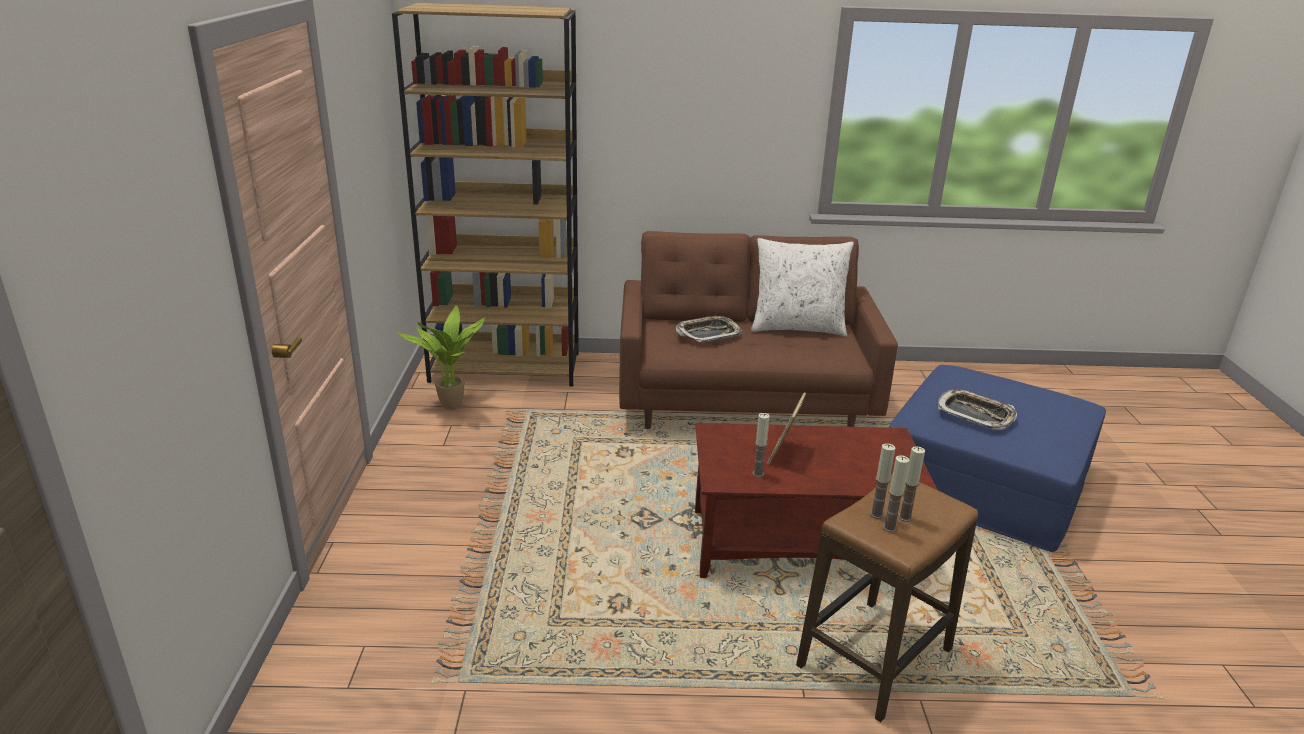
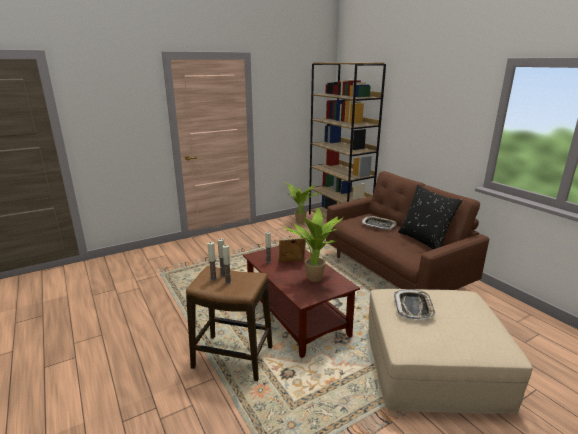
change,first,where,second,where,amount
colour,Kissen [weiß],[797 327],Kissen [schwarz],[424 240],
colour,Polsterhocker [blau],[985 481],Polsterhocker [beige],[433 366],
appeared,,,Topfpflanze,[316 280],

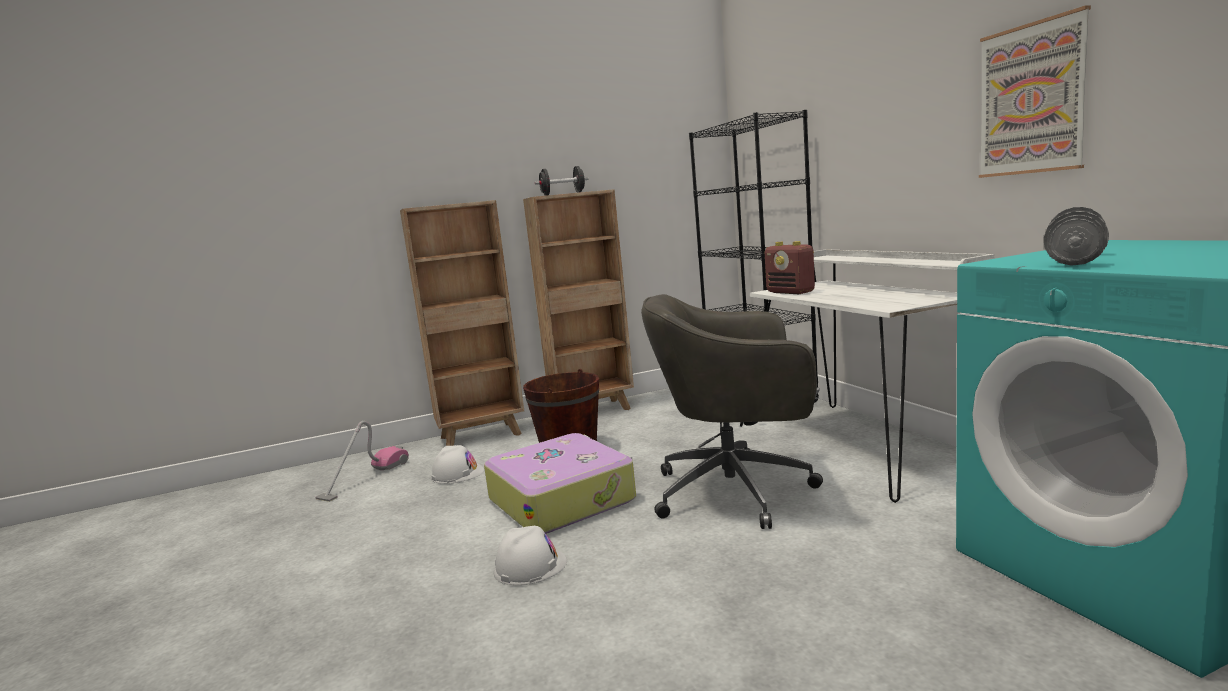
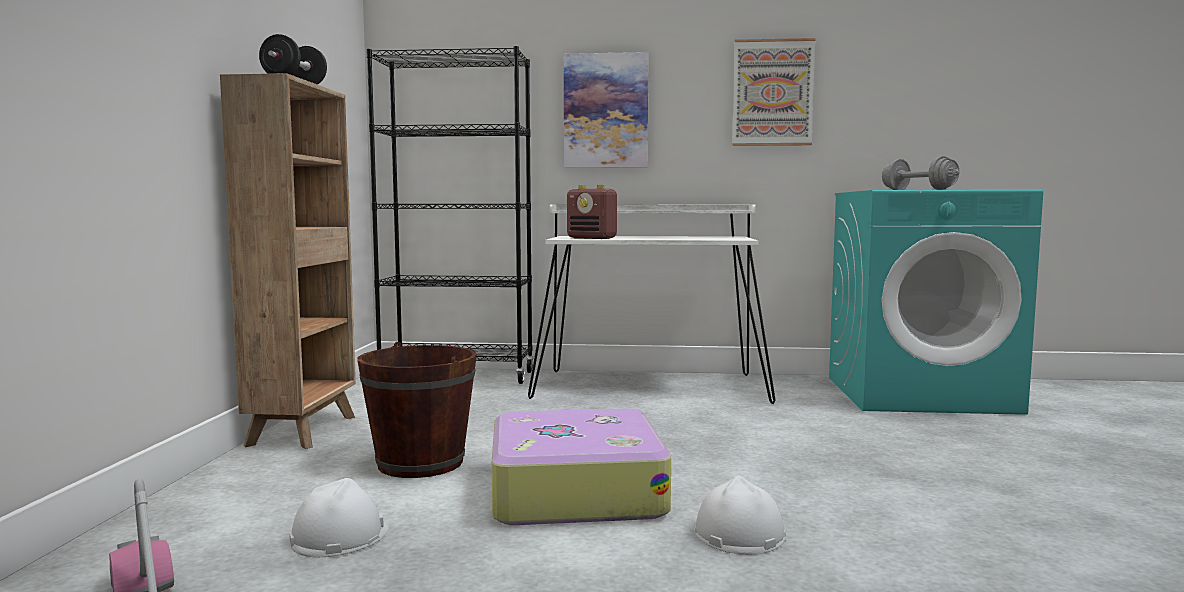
change,first,where,second,where,amount
missing,Bücherregal [braun],[482 436],,,
spun,Radio,[791 292],,[592 238],45 degrees clockwise
missing,Bürostuhl [grau],[737 491],,,
appeared,,,Bild,[606 111],

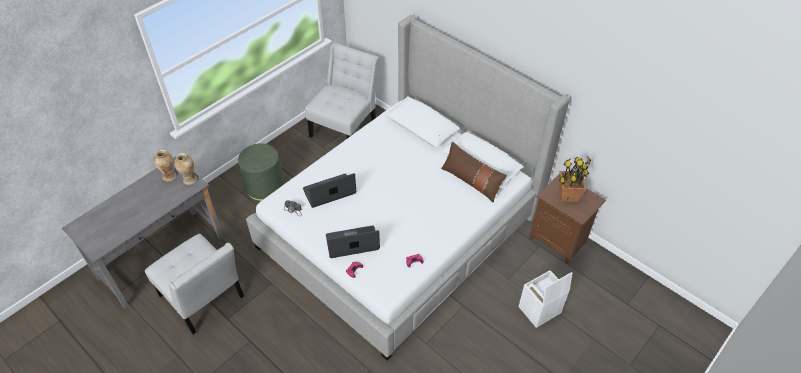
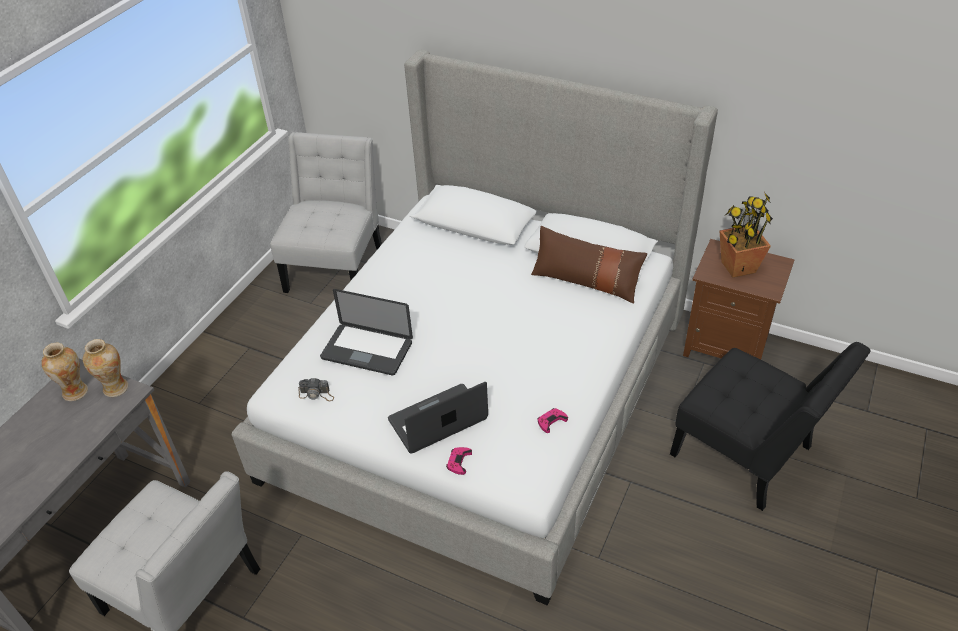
change,first,where,second,where,amount
missing,Polsterhocker [grün],[265 187],,,
spun,Laptop,[329 191],,[367 350],120 degrees counterclockwise
exchanged,Aufbewahrungsbox [weiß],[539 310],Stuhl [schwarz],[748 456],

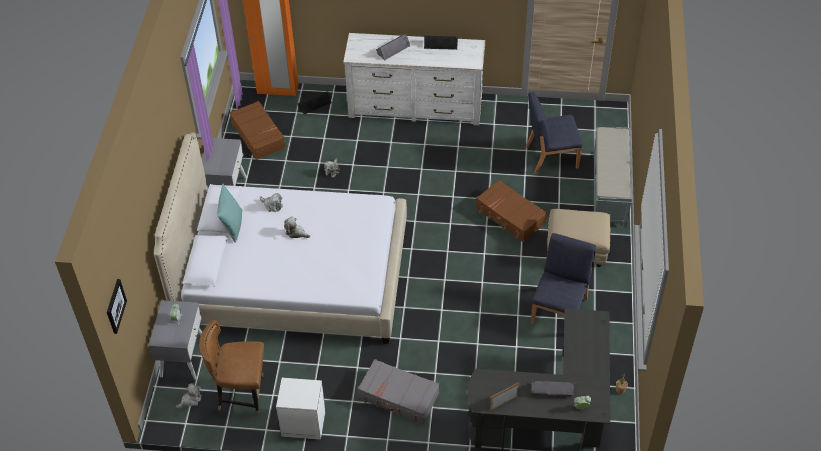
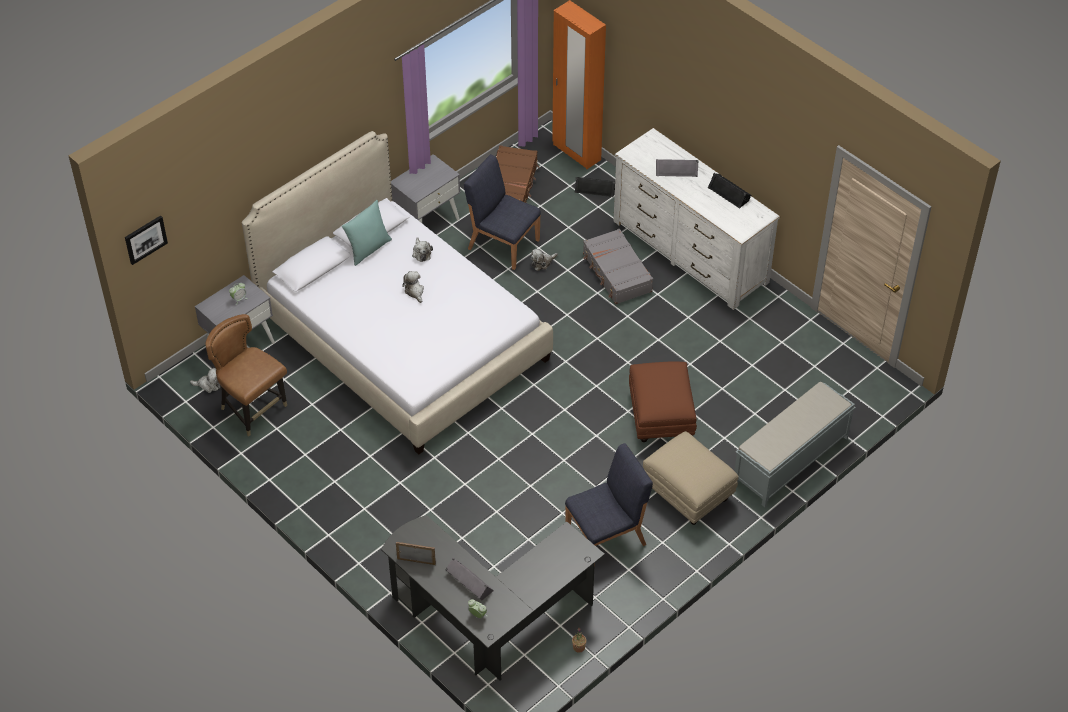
change,first,where,second,where,amount
relocated,Stuhl [blau],[551 157],,[503 243],
exchanged,Koffer [braun],[510 216],Polsterhocker [braun],[661 418],
relocated,Koffer [grau],[398 397],,[616 273],
missing,Nachttisch [weiß],[302 423],,,

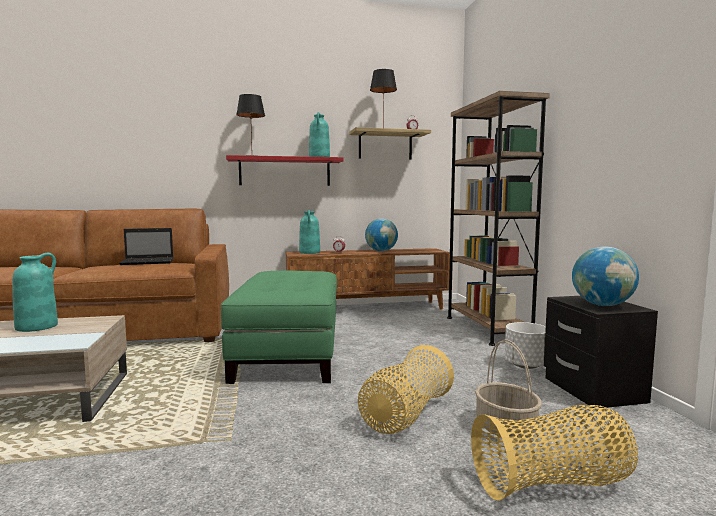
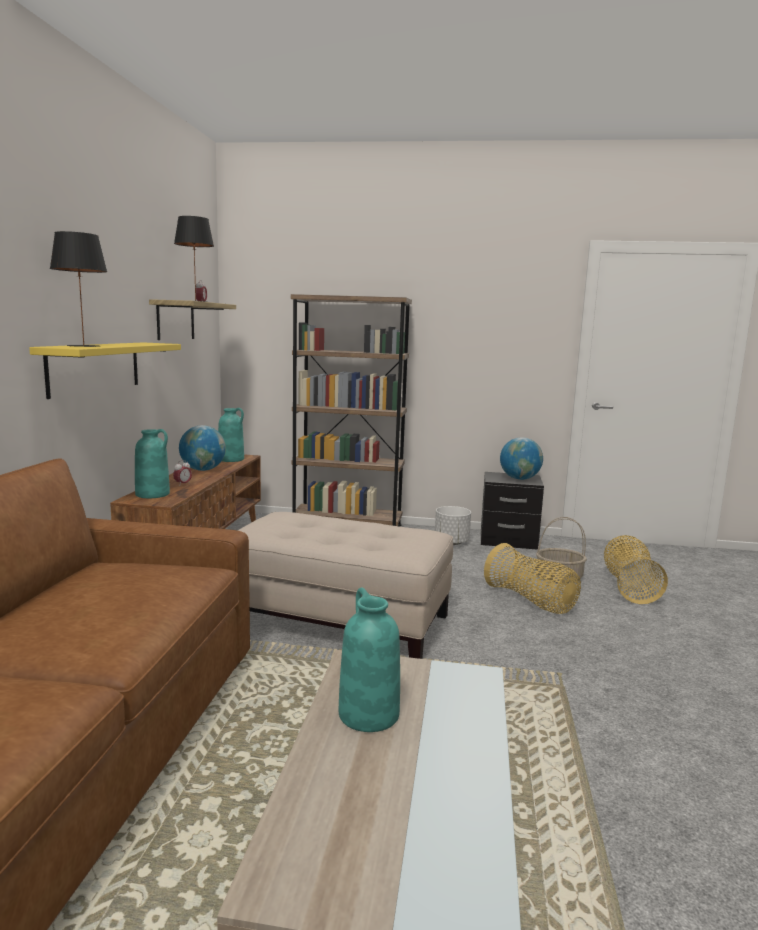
change,first,where,second,where,amount
relocated,Vase [türkis],[319 157],,[231 459],
colour,Wandregal [rot],[285 172],Wandregal [gelb],[95 367],
missing,Laptop,[149 262],,,
colour,Polsterhocker [grün],[290 352],Polsterhocker [beige],[337 620],

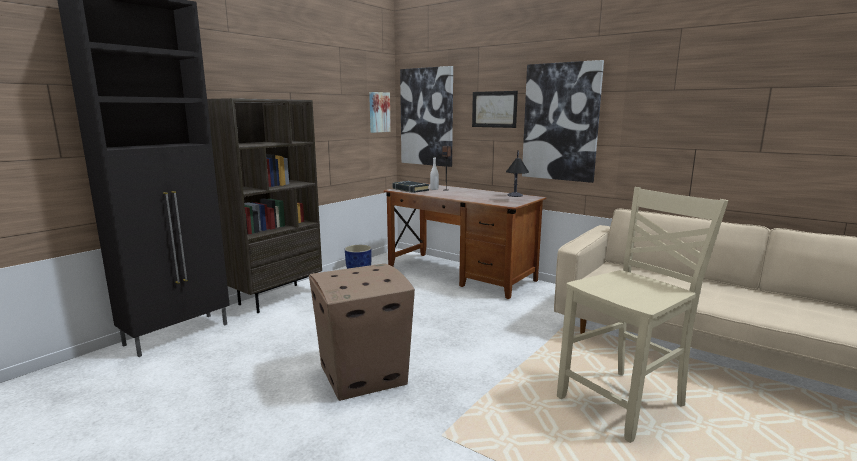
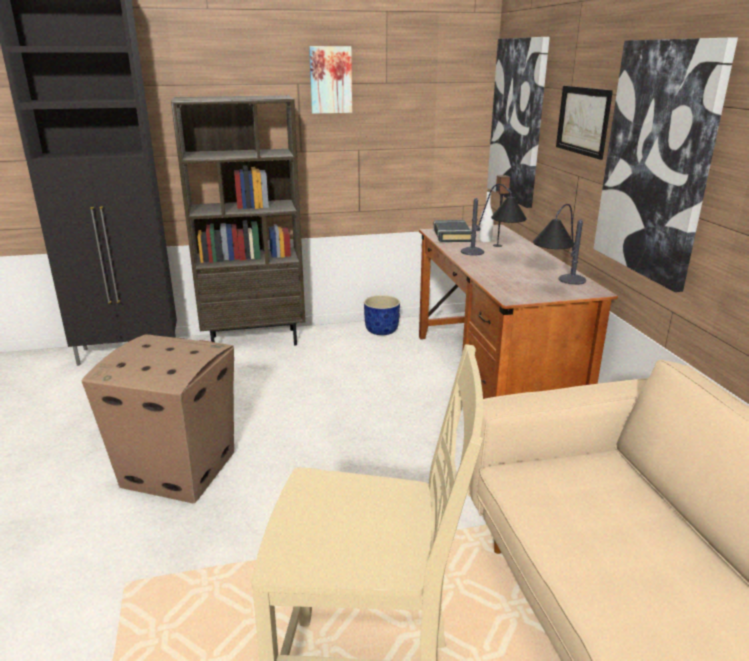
change,first,where,second,where,amount
relocated,Bild,[378 112],,[330 80],
appeared,,,Tischlampe,[492 257],

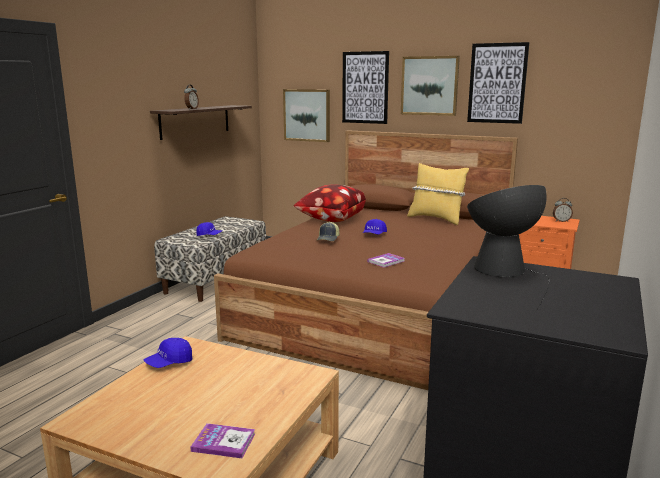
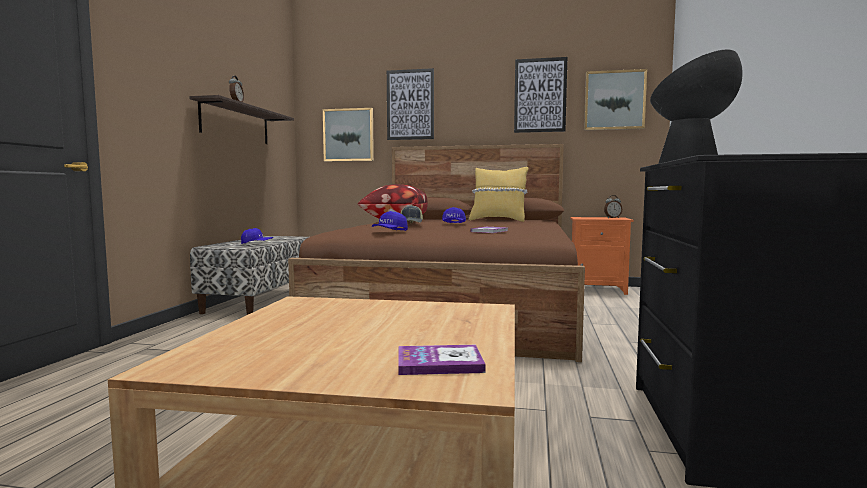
change,first,where,second,where,amount
relocated,Bild,[429 86],,[614 100],
relocated,Kappe [blau],[169 363],,[390 231],

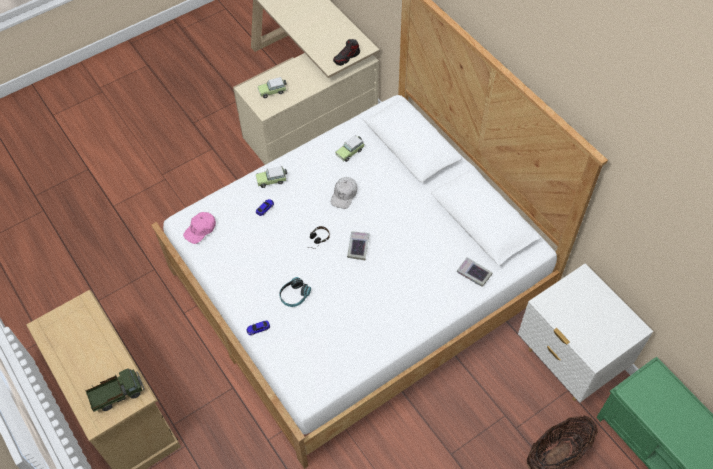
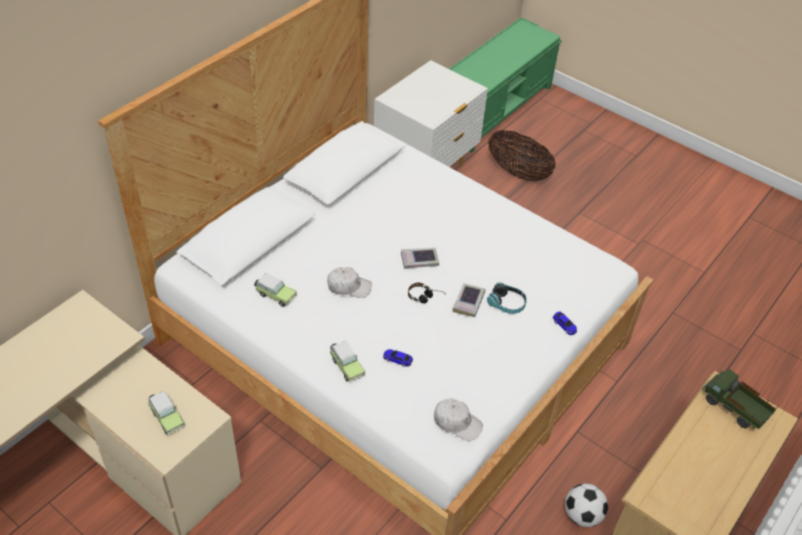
change,first,where,second,where,amount
missing,Schuh,[346 57],,,
colour,Kappe [rosa],[200 230],Kappe [weiß],[457 422],
relocated,Buch,[474 273],,[468 302],
appeared,,,Fußball,[582 515],

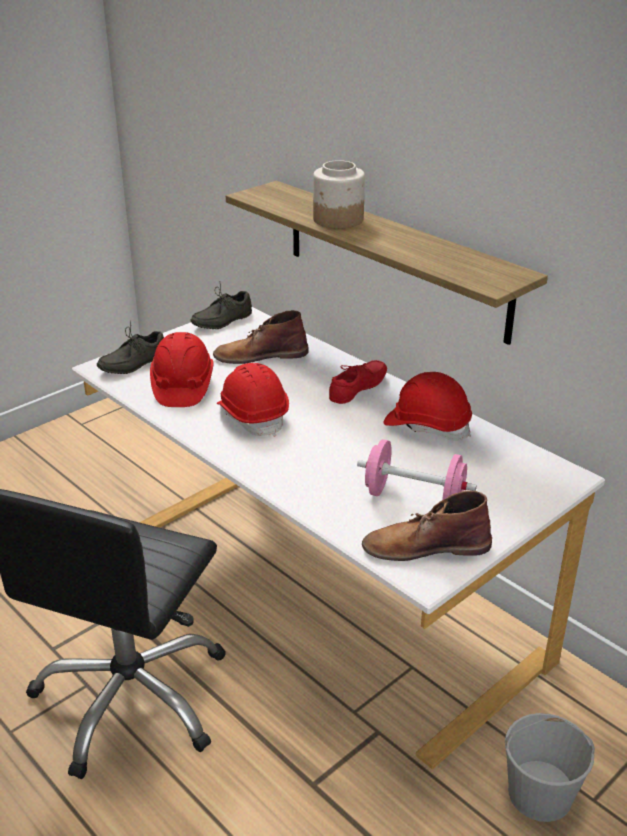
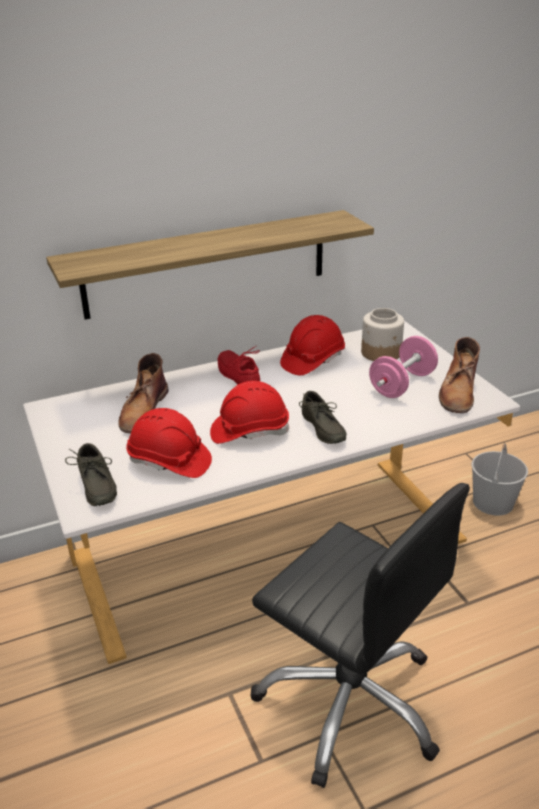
change,first,where,second,where,amount
relocated,Vorratsglas,[338 220],,[381 353],
relocated,Schuh [grau],[220 320],,[320 429],

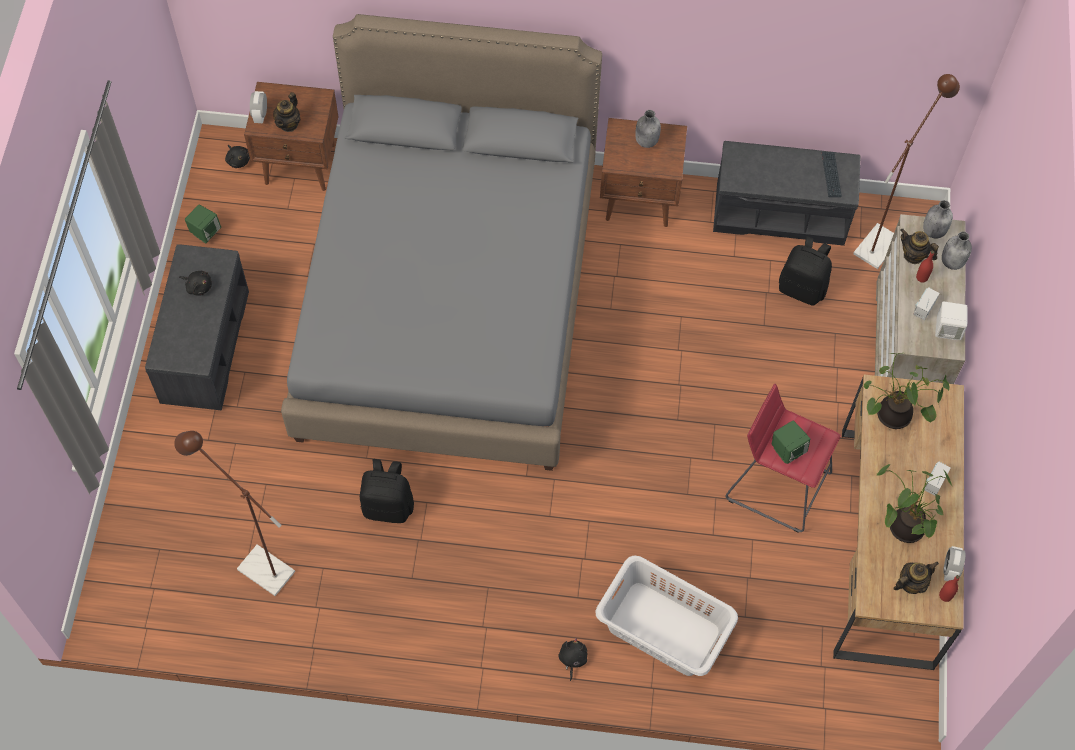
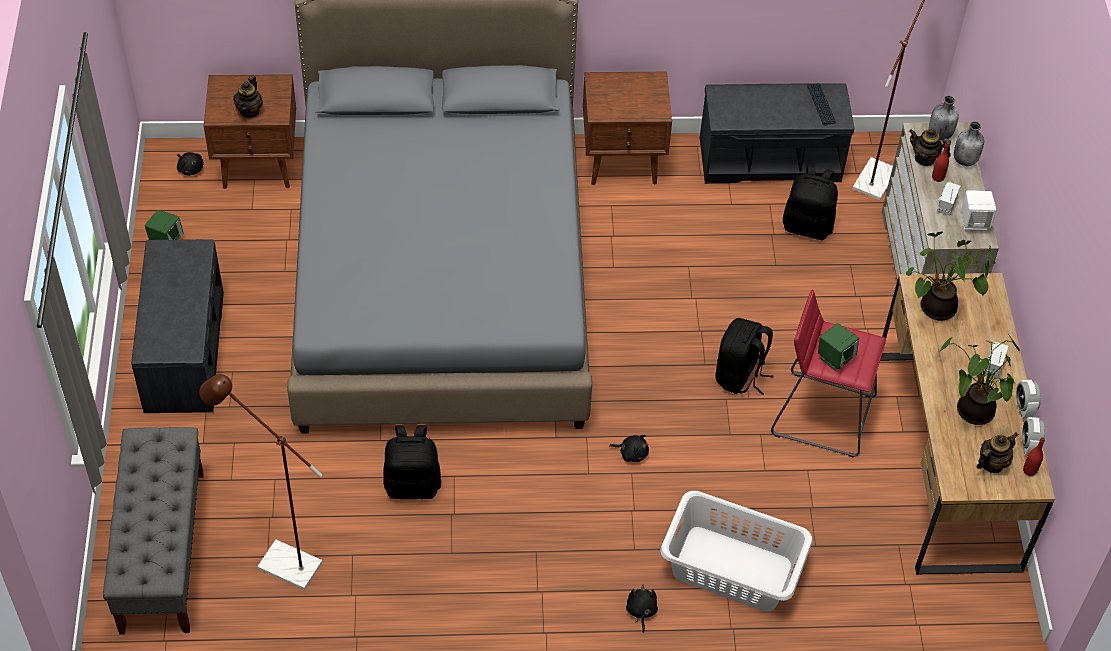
change,first,where,second,where,amount
relocated,Wecker,[260 115],,[1023 408],
missing,Flasche [grau],[646 141],,,
relocated,Plüschtier [schwarz],[198 286],,[631 453],
appeared,,,Rucksack [schwarz],[740 376],
appeared,,,Bank [grau],[162 551],

